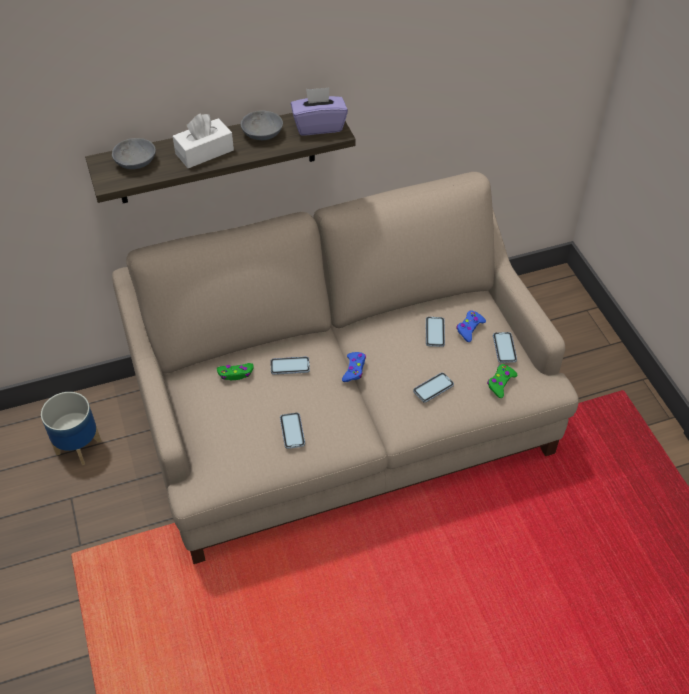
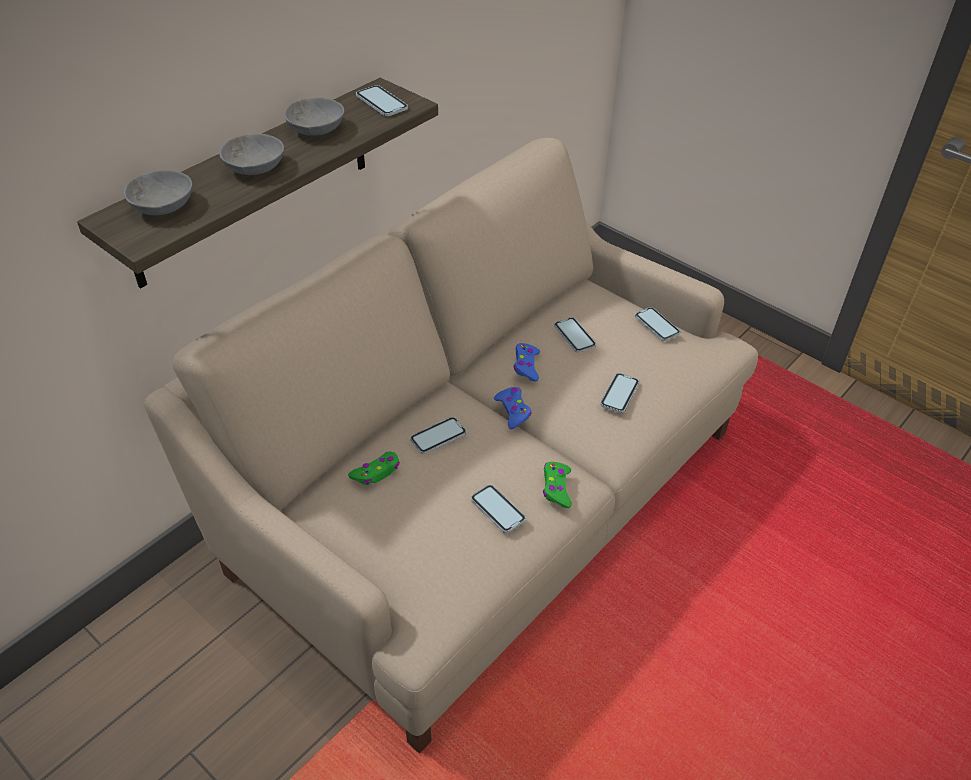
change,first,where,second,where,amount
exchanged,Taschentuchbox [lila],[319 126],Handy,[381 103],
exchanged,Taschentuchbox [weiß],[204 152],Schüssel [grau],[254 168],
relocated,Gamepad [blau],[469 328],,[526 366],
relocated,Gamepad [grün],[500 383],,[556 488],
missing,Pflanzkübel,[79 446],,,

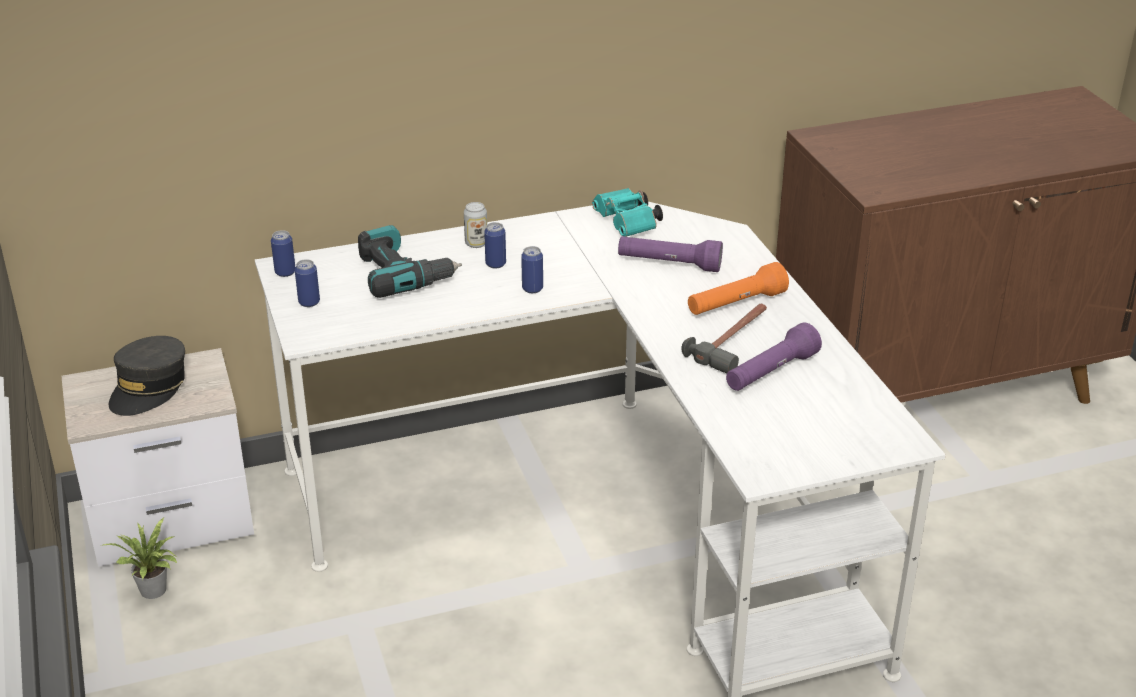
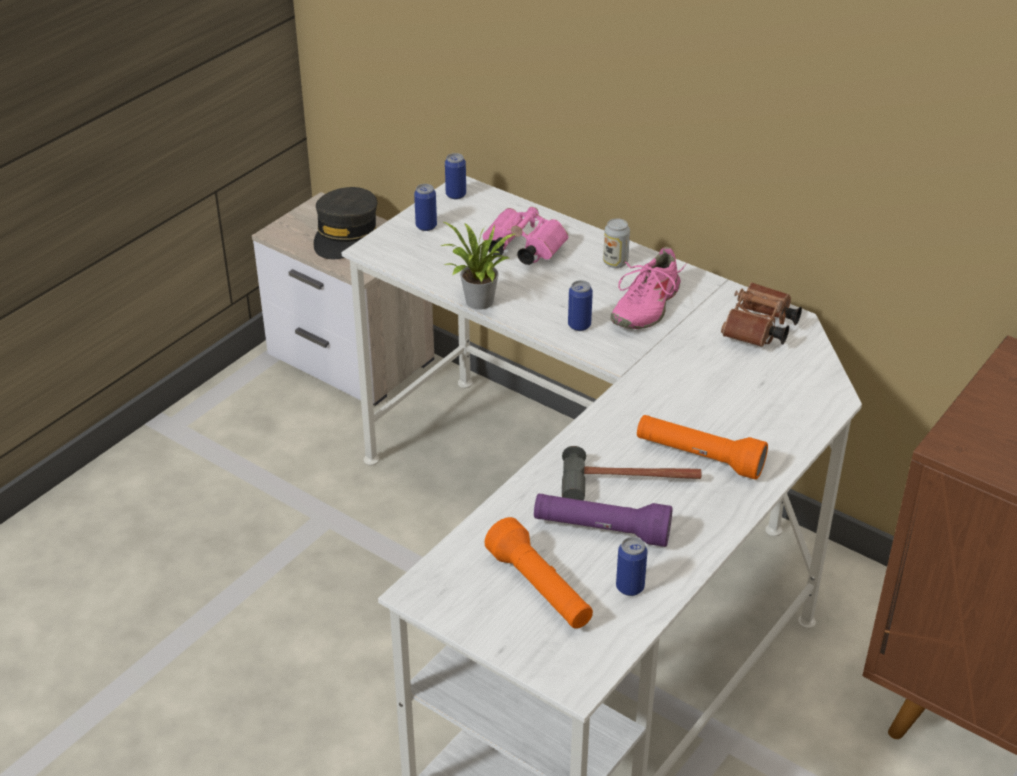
change,first,where,second,where,amount
colour,Fernglas [türkis],[628 225],Fernglas [braun],[758 330],
relocated,Dose,[495 264],,[630 587],
exchanged,Bohrmaschine,[403 274],Fernglas [rosa],[521 249],
missing,Taschenlampe [lila],[669 264],,,
spun,Kappe [grau],[149 388],,[345 235],60 degrees counterclockwise
relocated,Topfpflanze,[154 592],,[477 303],
appeared,,,Schuh [rosa],[645 306],
appeared,,,Taschenlampe [orange],[540 589],

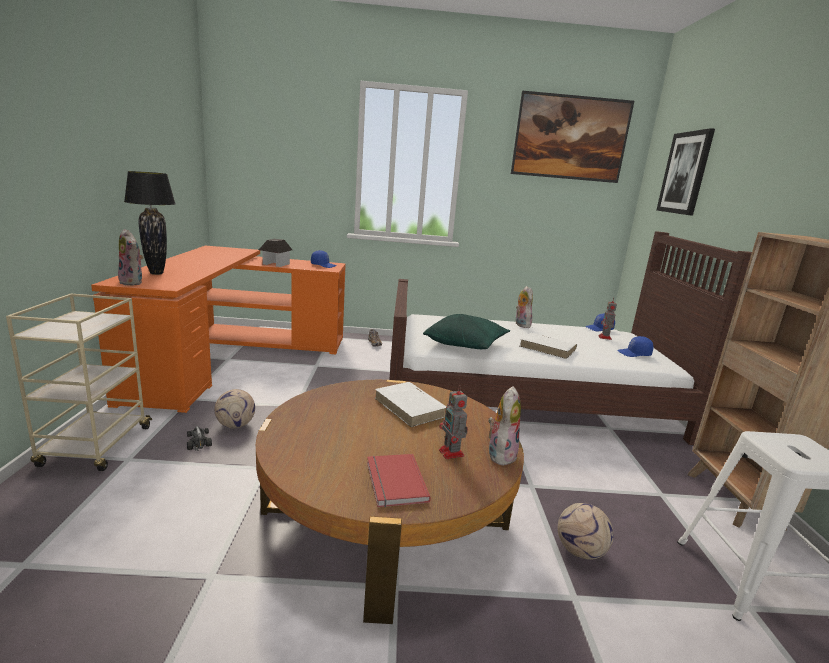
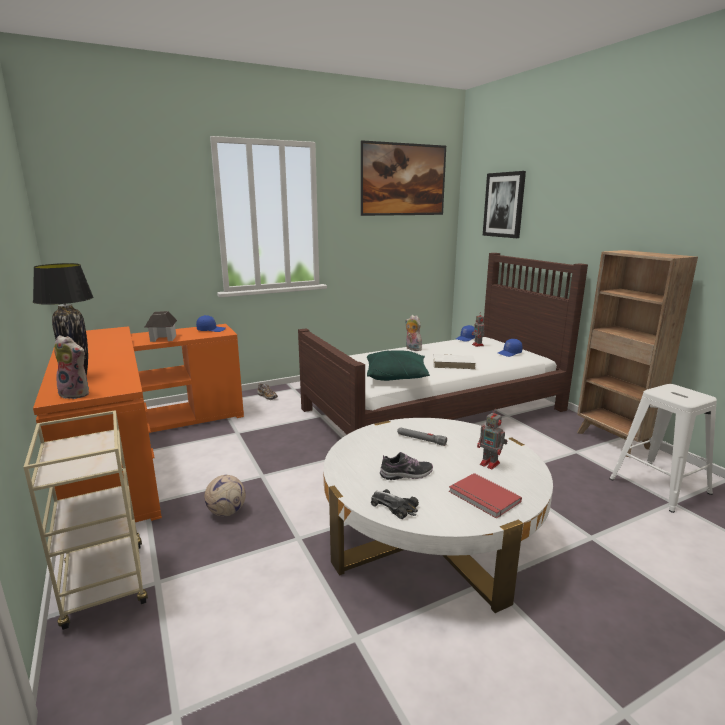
change,first,where,second,where,amount
colour,Couchtisch [braun],[386 514],Couchtisch [weiß],[431 535],
exchanged,Buch [weiß],[411 407],Taschenlampe [grau],[421 440],
missing,Plüschtier,[500 454],,,
relocated,Spielzeugauto,[198 441],,[394 506],
missing,Fußball,[580 551],,,
appeared,,,Schuh,[406 474],

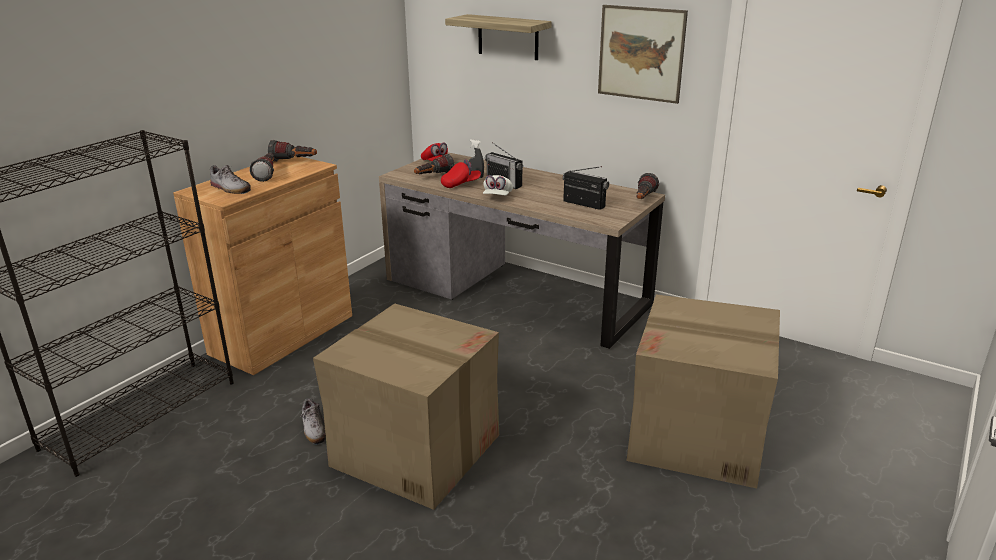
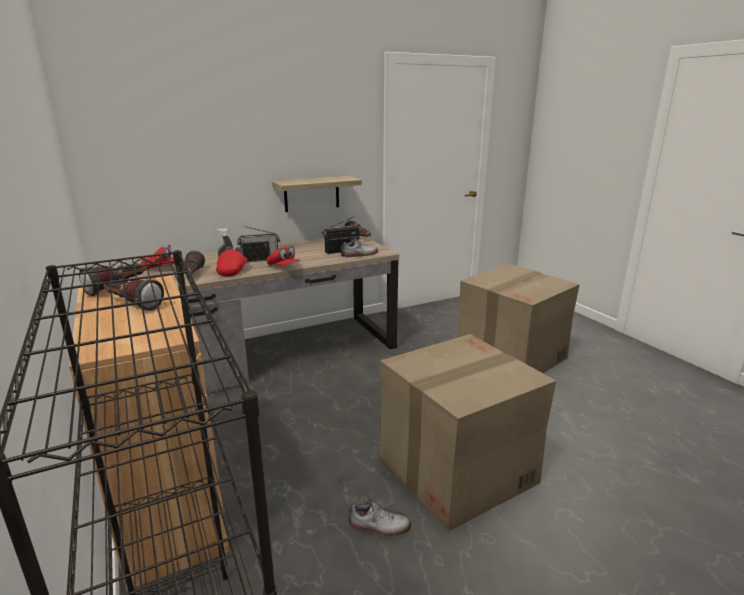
change,first,where,second,where,amount
missing,Bild,[641 53],,,
relocated,Wandregal,[508 37],,[311 194],
relocated,Schuh,[230 188],,[359 254],
colour,Kappe [weiß],[497 197],Kappe [rot],[283 267],

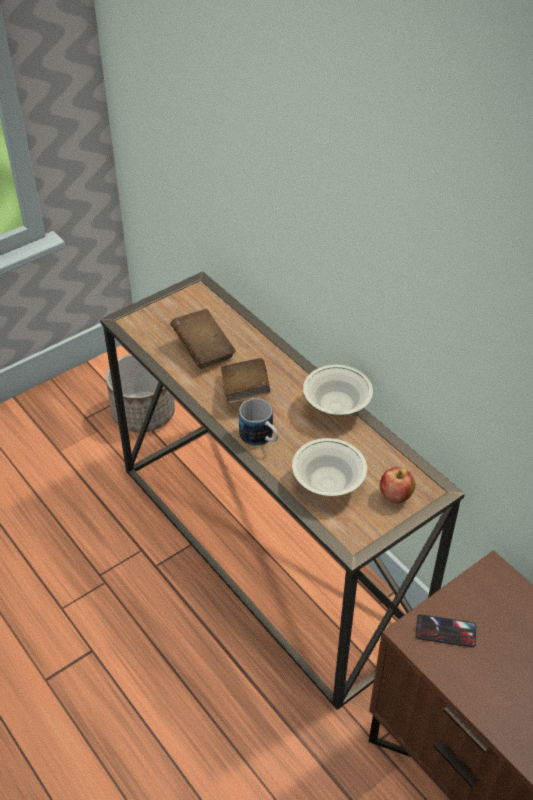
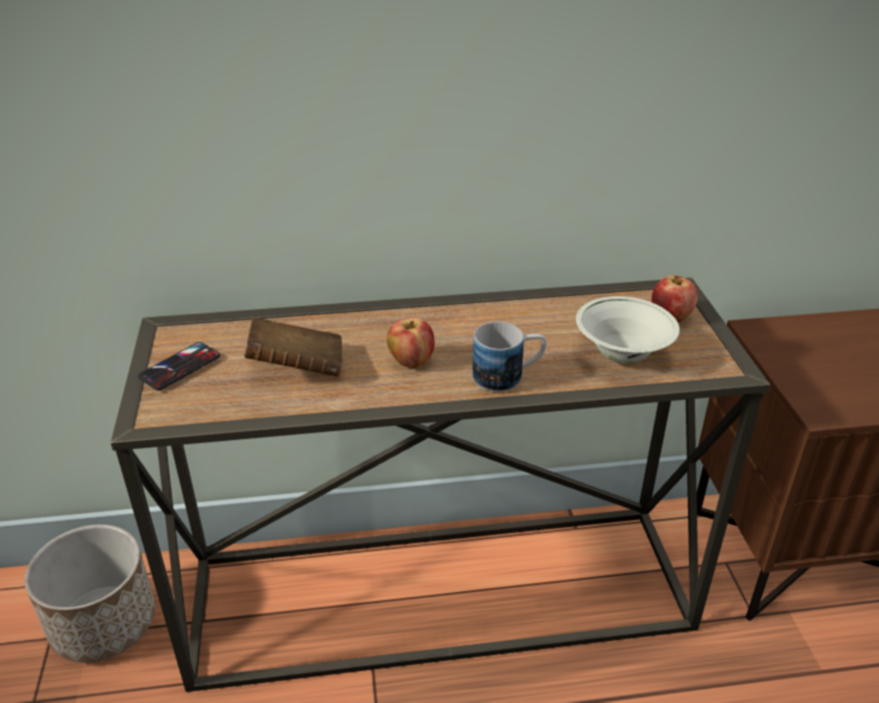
change,first,where,second,where,amount
exchanged,Buch [braun],[245 392],Apfel,[411 361],
missing,Schüssel [weiß],[336 407],,,
relocated,Handy,[445 631],,[180 367],

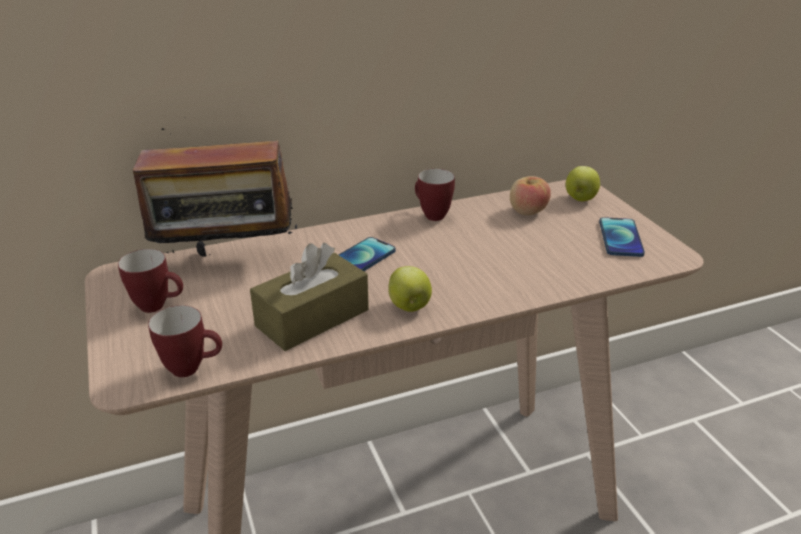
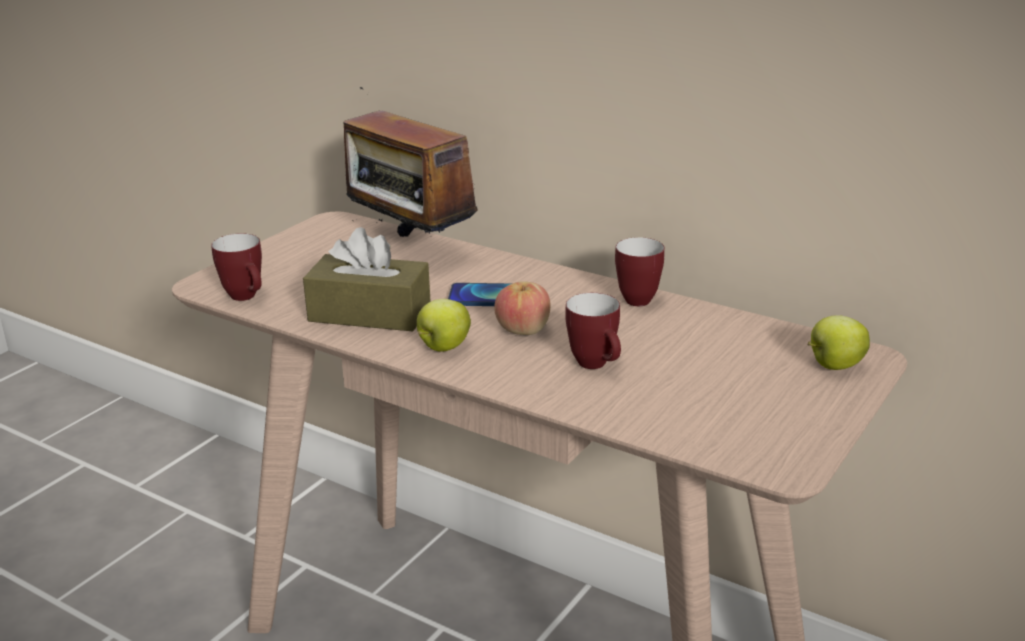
change,first,where,second,where,amount
relocated,Apfel,[527 211],,[522 330],
missing,Handy,[620 238],,,
relocated,Henkelbecher,[159 306],,[597 366],

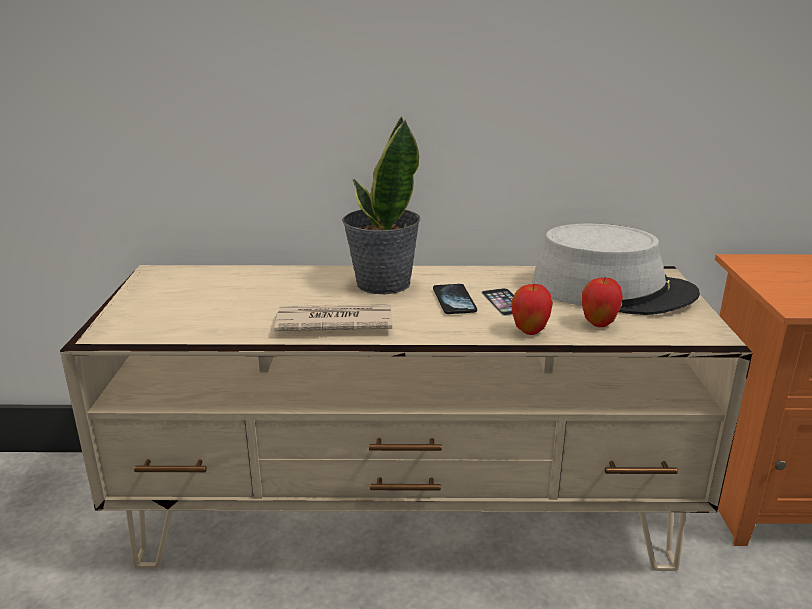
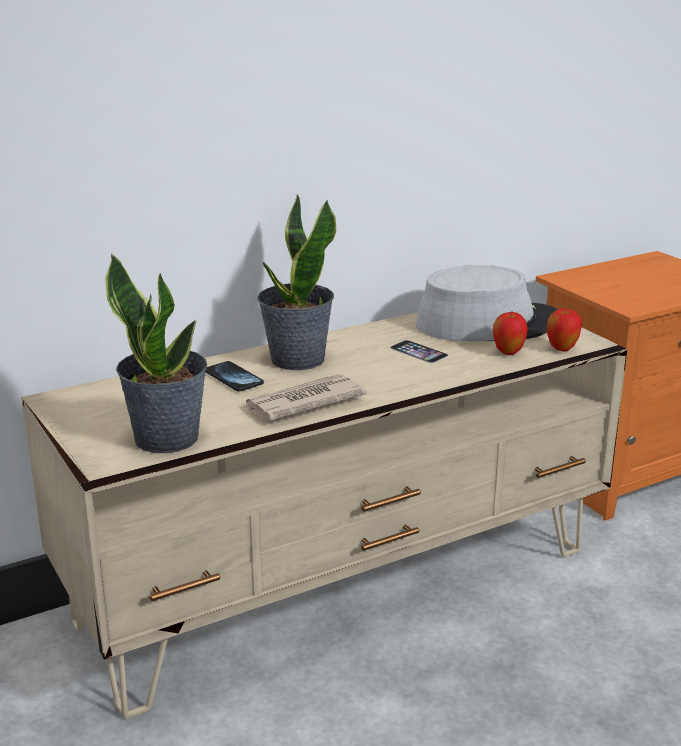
change,first,where,second,where,amount
relocated,Handy,[454 301],,[233 378],
relocated,Apfel,[529 331],,[561 349],
appeared,,,Topfpflanze,[167 437],

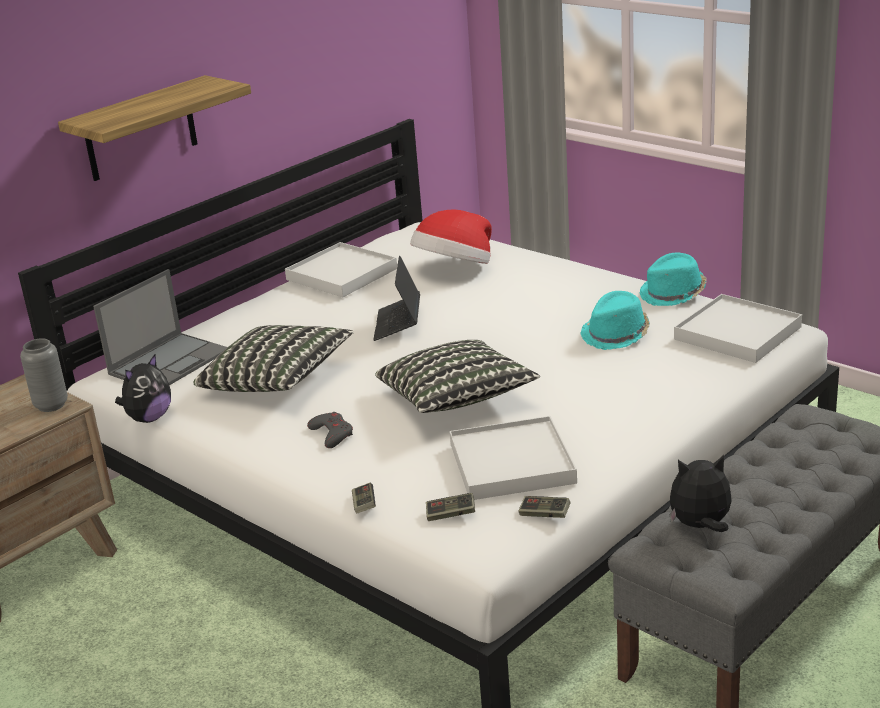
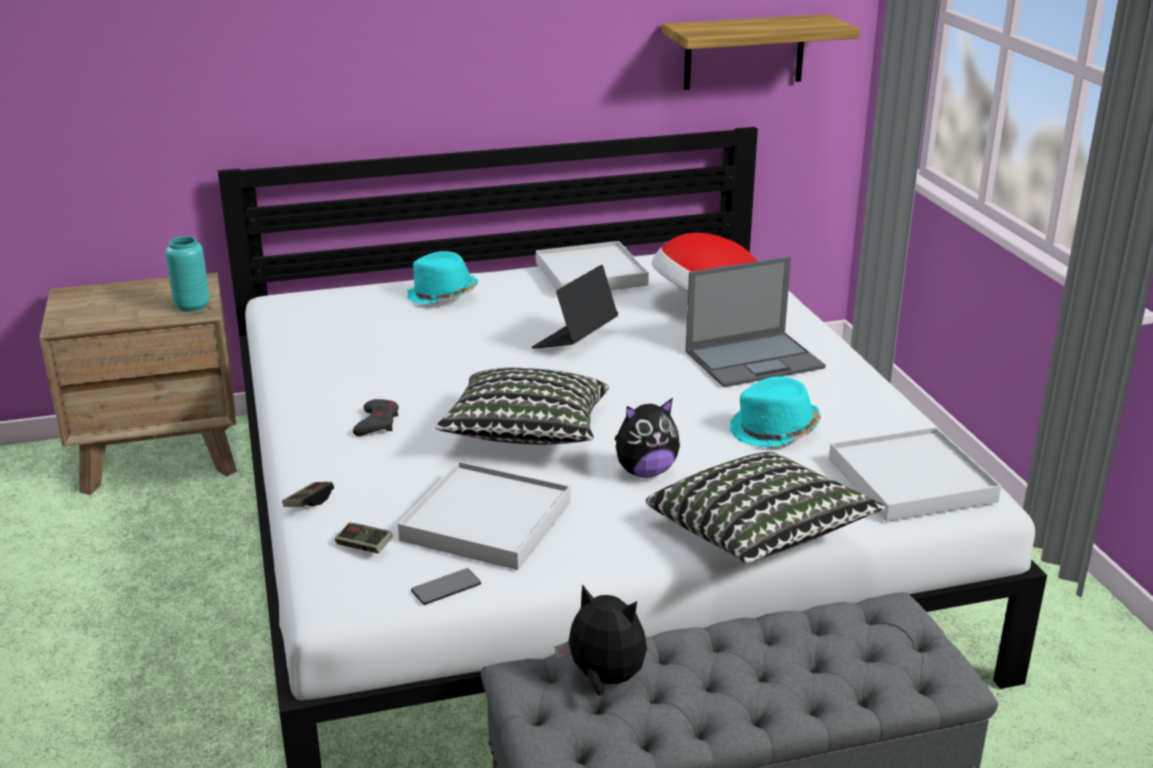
change,first,where,second,where,amount
relocated,Wandregal,[140 129],,[744 52],
relocated,Hut [türkis],[673 294],,[442 296],
relocated,Laptop,[170 361],,[755 359],
relocated,Kissen,[277 381],,[759 536],
colour,Vase [grau],[51 405],Vase [türkis],[192 306],
relocated,Plüschtier,[149 418],,[645 471],
exchanged,Gamepad,[544 514],Handy,[446 588],

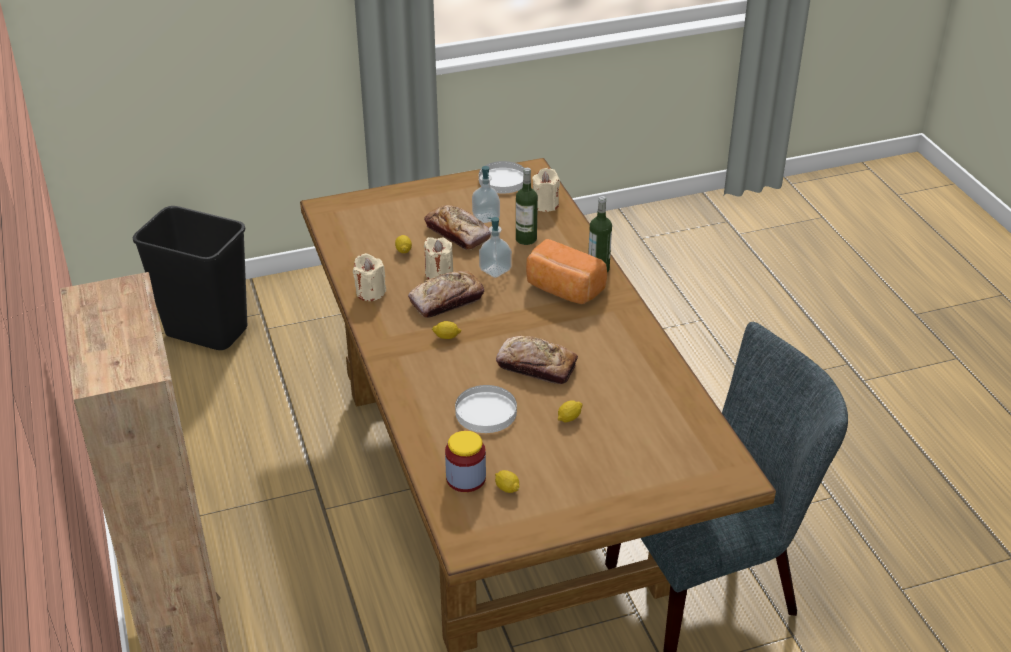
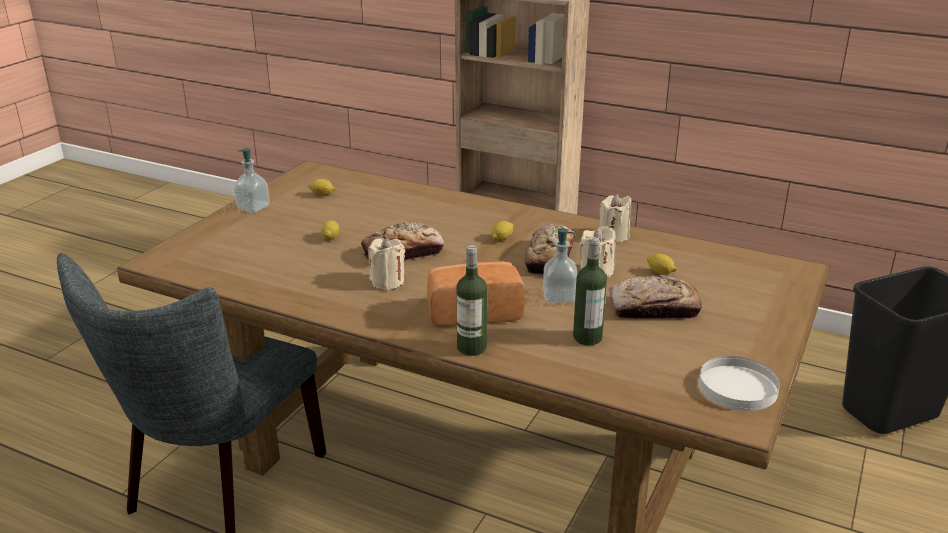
change,first,where,second,where,amount
relocated,Seifenspender,[486 217],,[253 208],
relocated,Kerze [beige],[545 205],,[387 282],
missing,Teller [weiß],[485 411],,,
missing,Vorratsglas,[466 478],,,

